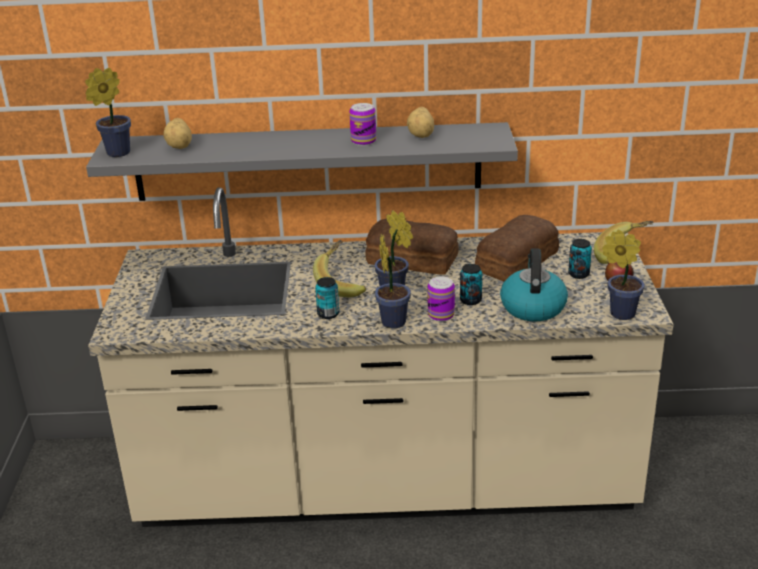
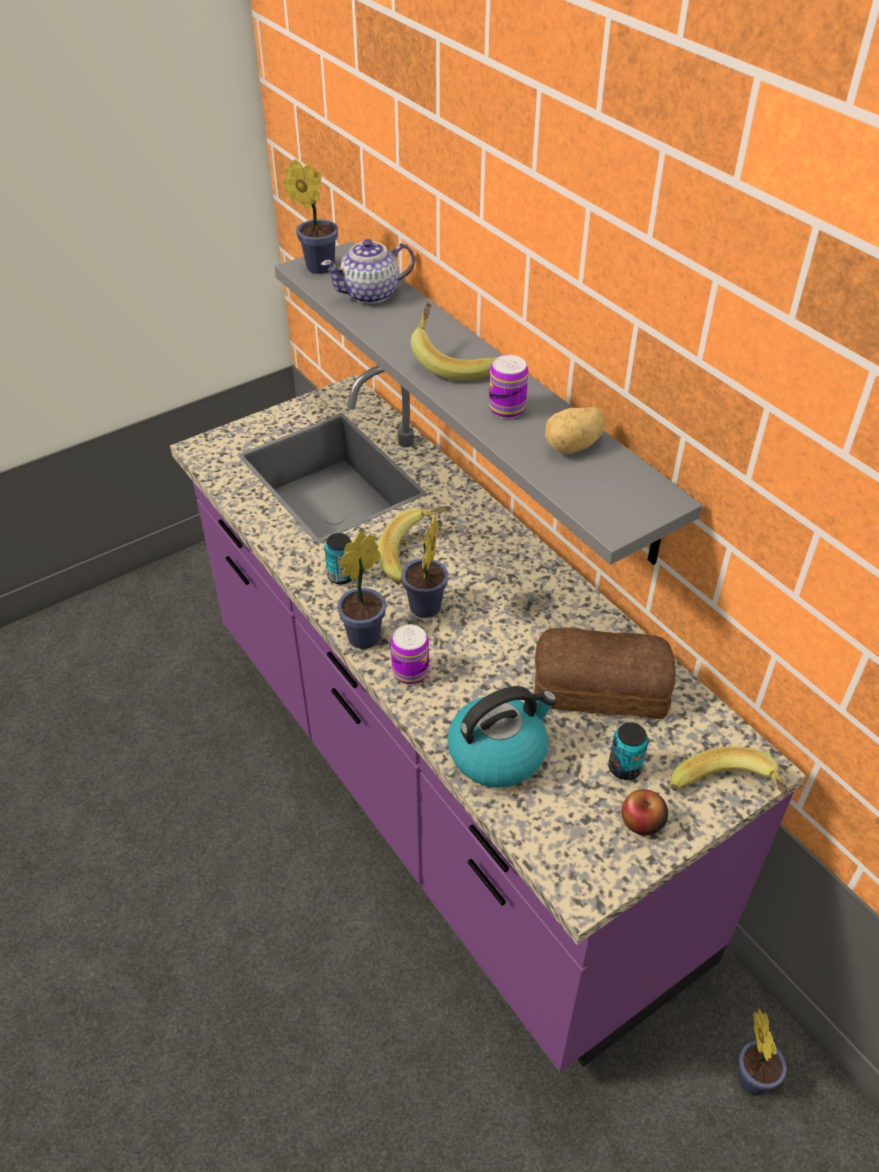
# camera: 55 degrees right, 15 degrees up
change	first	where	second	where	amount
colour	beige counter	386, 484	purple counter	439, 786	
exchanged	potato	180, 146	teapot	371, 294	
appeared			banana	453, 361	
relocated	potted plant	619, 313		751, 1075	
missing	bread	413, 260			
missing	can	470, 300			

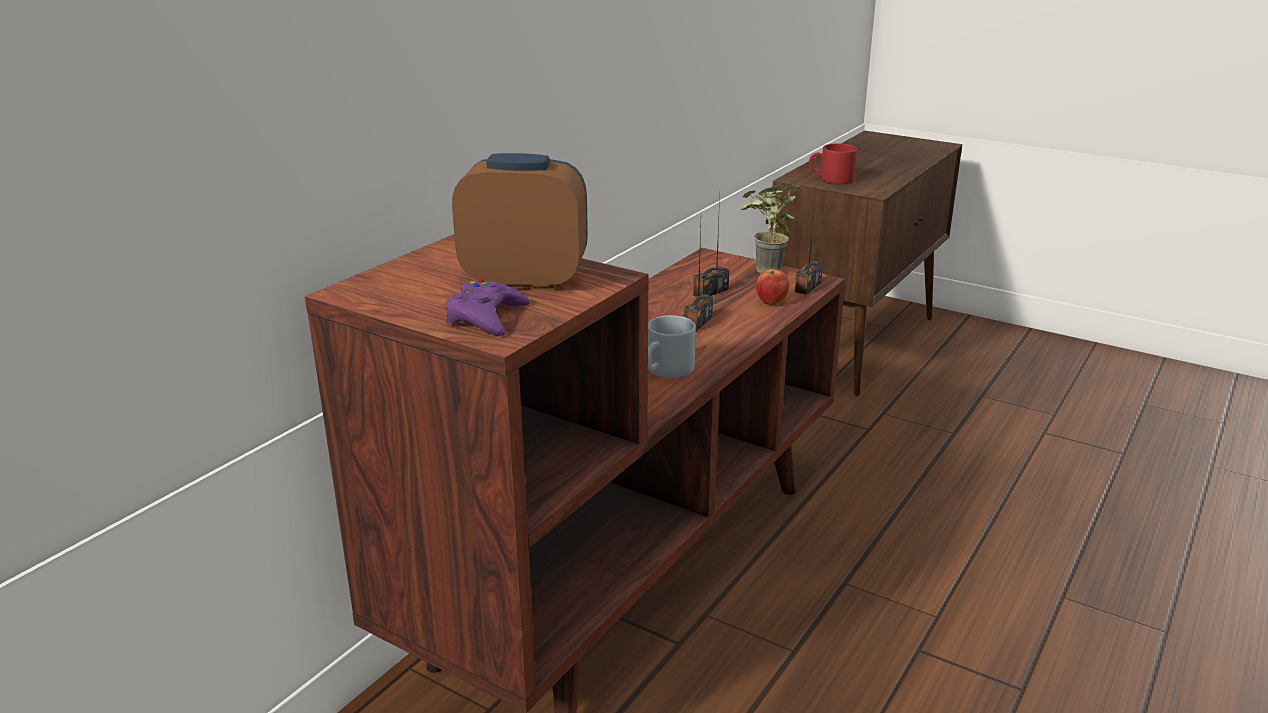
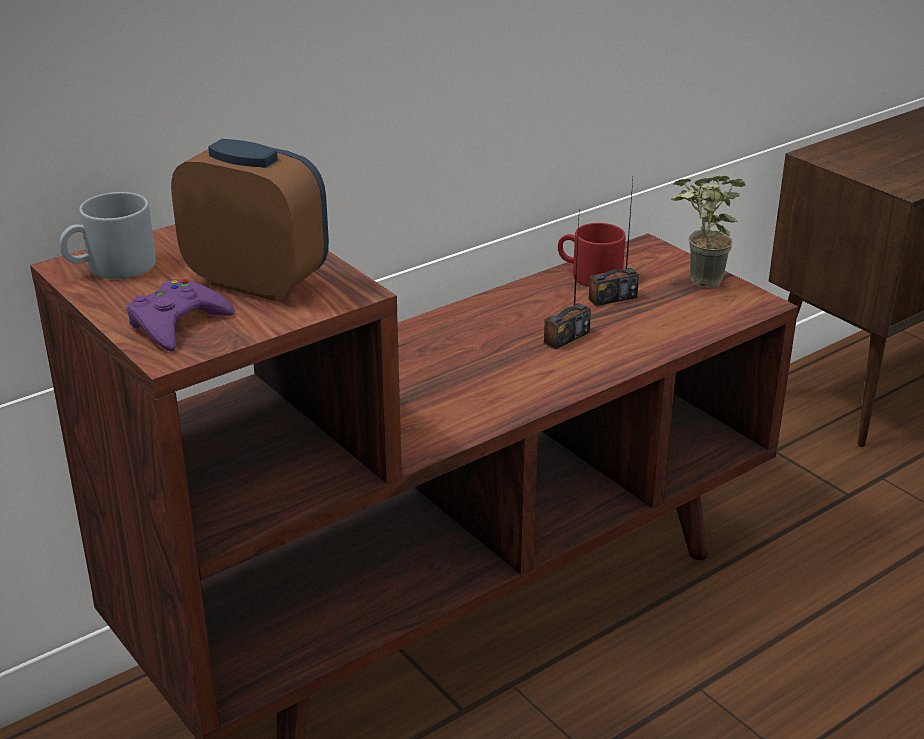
# camera: 20 degrees right, 5 degrees up
change	first	where	second	where	amount
relocated	grey mug	666, 371		111, 268	
relocated	red mug	831, 179		588, 275	
missing	apple	771, 302			
missing	radio	807, 287			

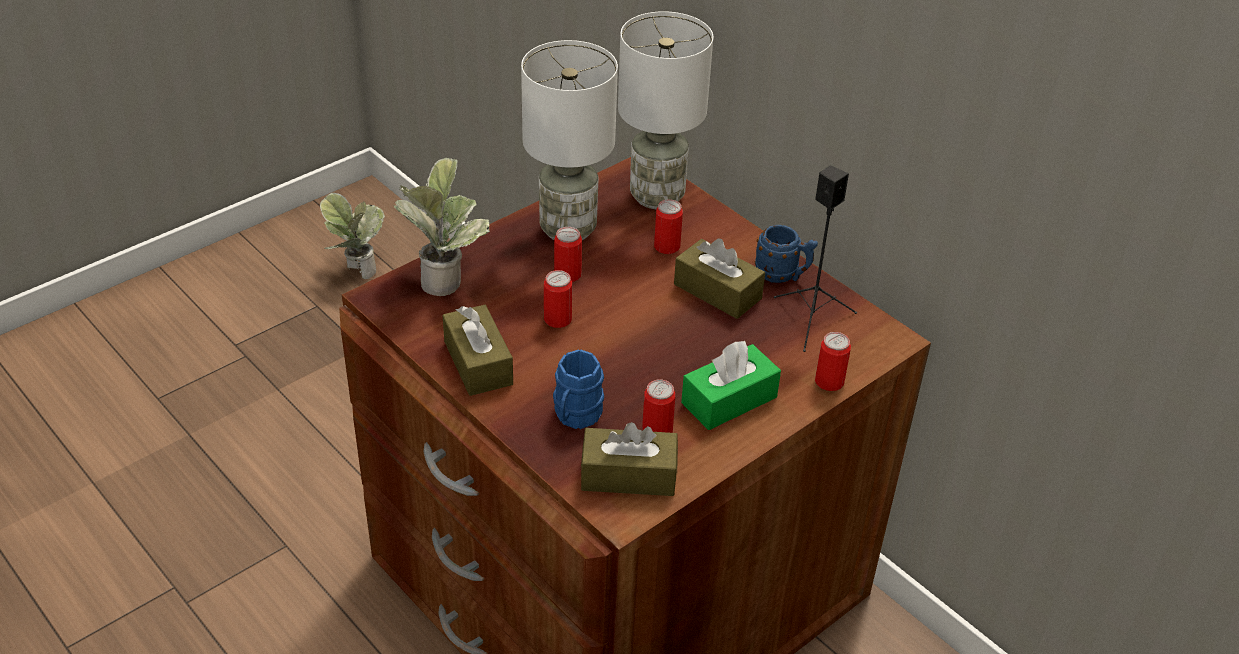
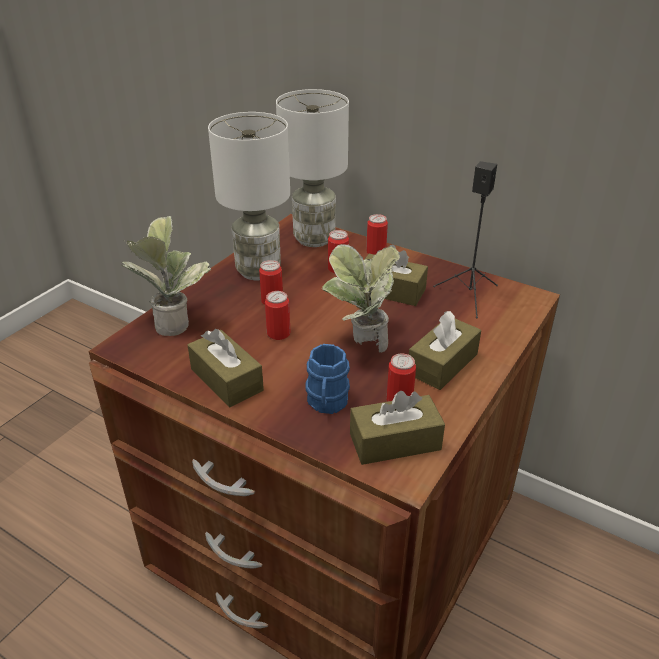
# camera: 15 degrees left, 5 degrees down
change	first	where	second	where	amount
relocated	potted plant	355, 270		361, 344	
relocated	can	829, 382		376, 252	
colour	green tissue box	729, 400	brown tissue box	442, 364	
missing	blue mug	782, 275			

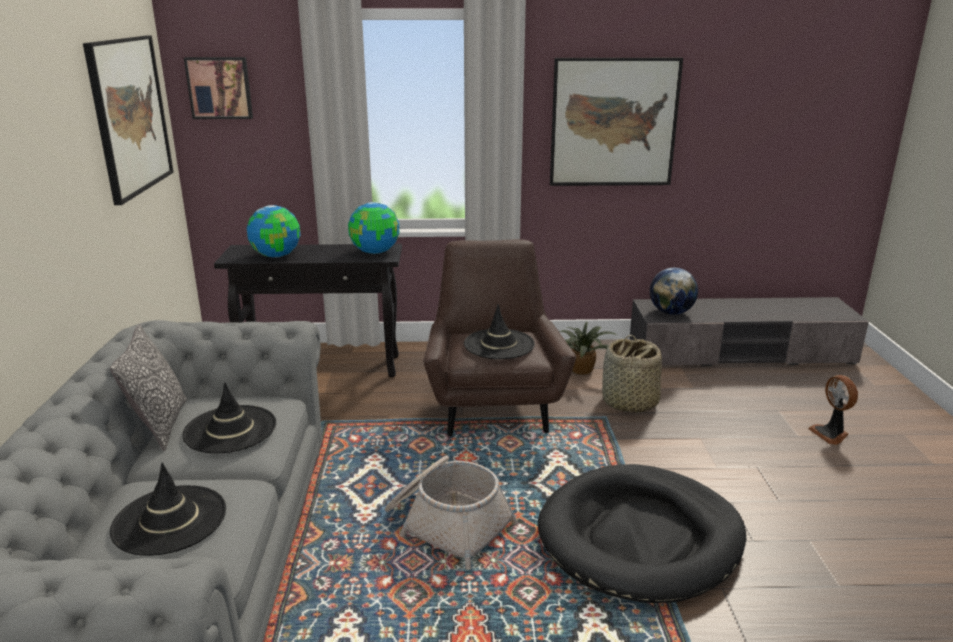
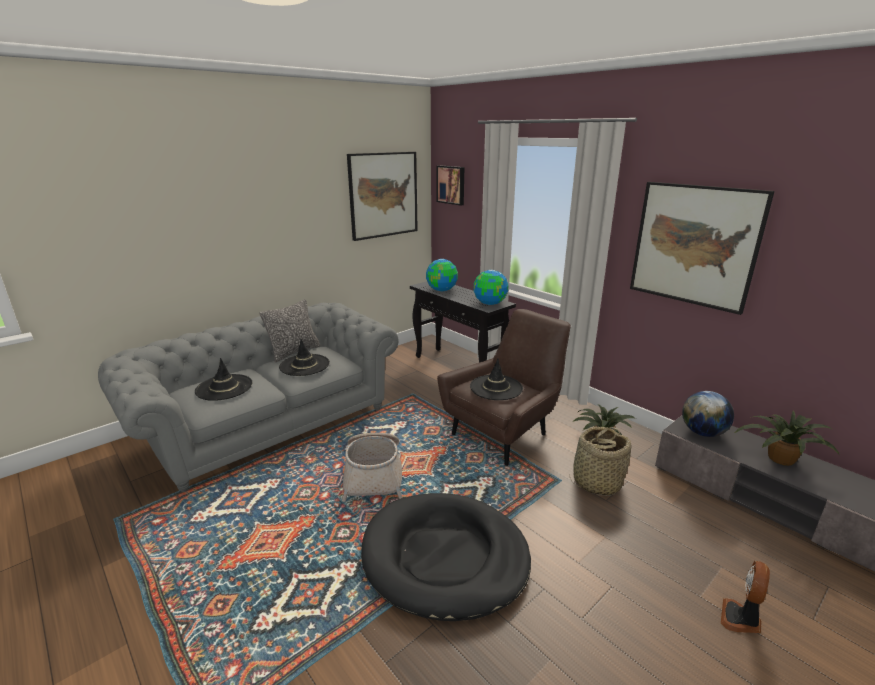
# camera: 50 degrees right, 0 degrees up
change	first	where	second	where	amount
appeared			potted plant	778, 459	

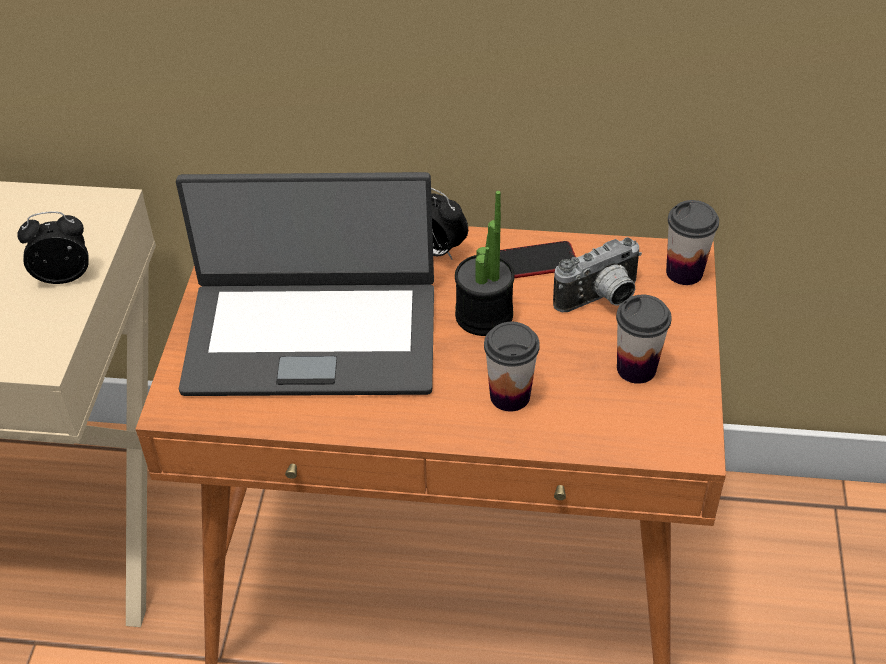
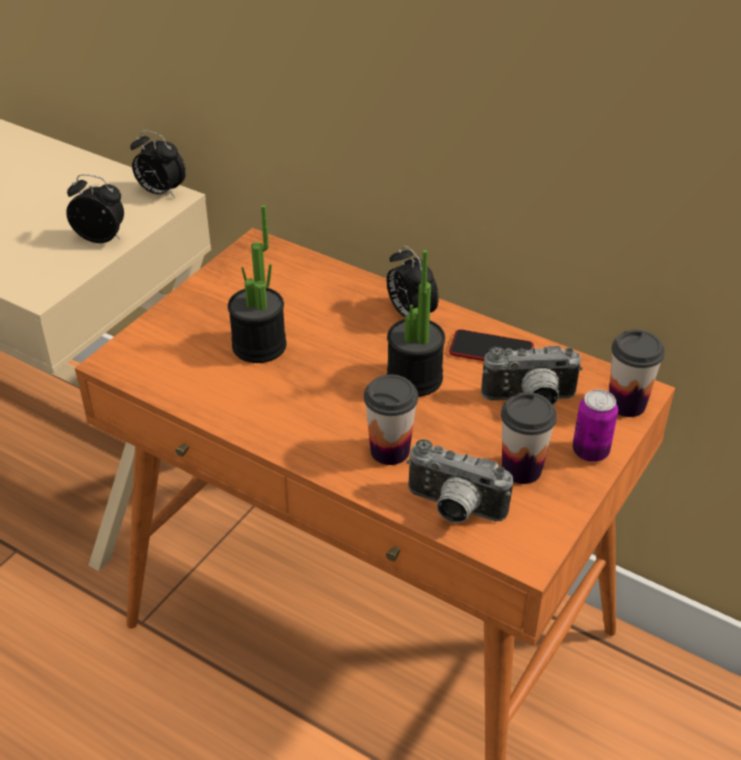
# camera: 25 degrees right, 5 degrees down
change	first	where	second	where	amount
appeared			alarm clock	160, 192	
exchanged	laptop	312, 336	potted plant	259, 346	
appeared			photo camera	453, 509	
appeared			can	590, 452	

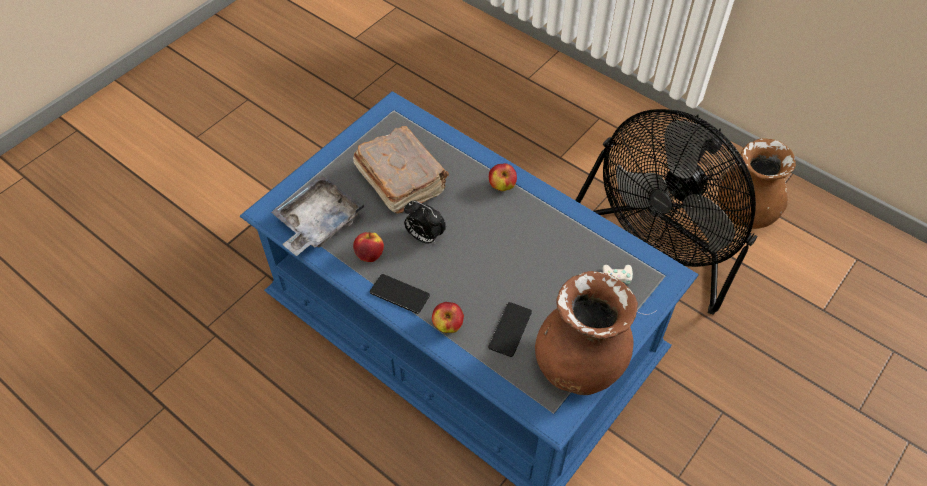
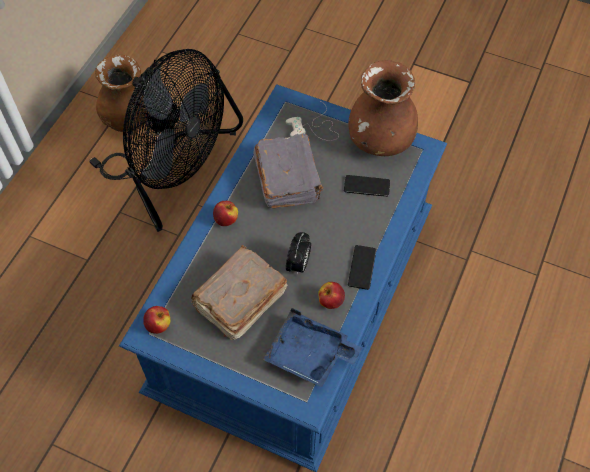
# camera: 105 degrees left, 5 degrees up
change	first	where	second	where	amount
relocated	apple	448, 325		159, 325	
appeared			grey book	288, 178	
colour	grey tray	318, 223	blue tray	309, 355	

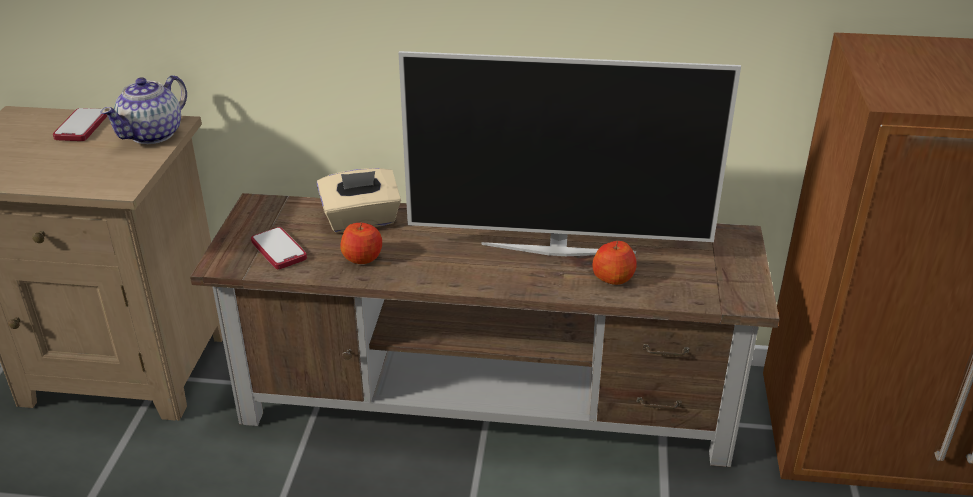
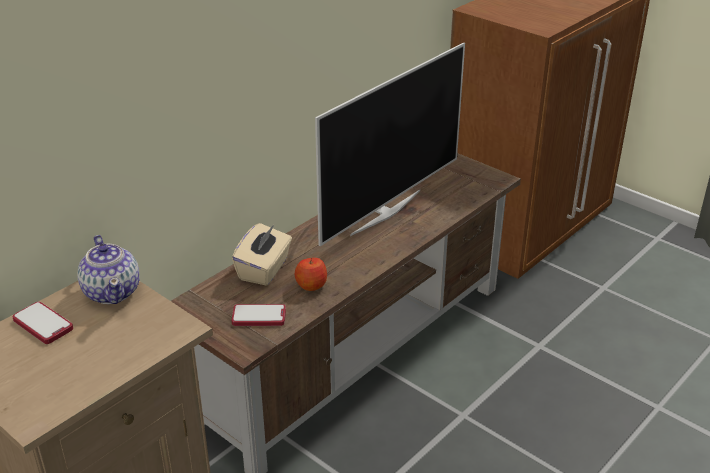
# camera: 55 degrees left, 0 degrees up
change	first	where	second	where	amount
missing	apple	613, 277			

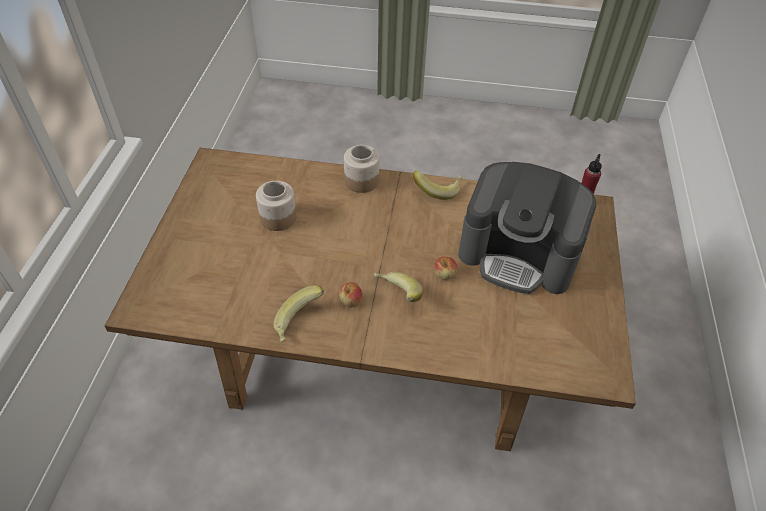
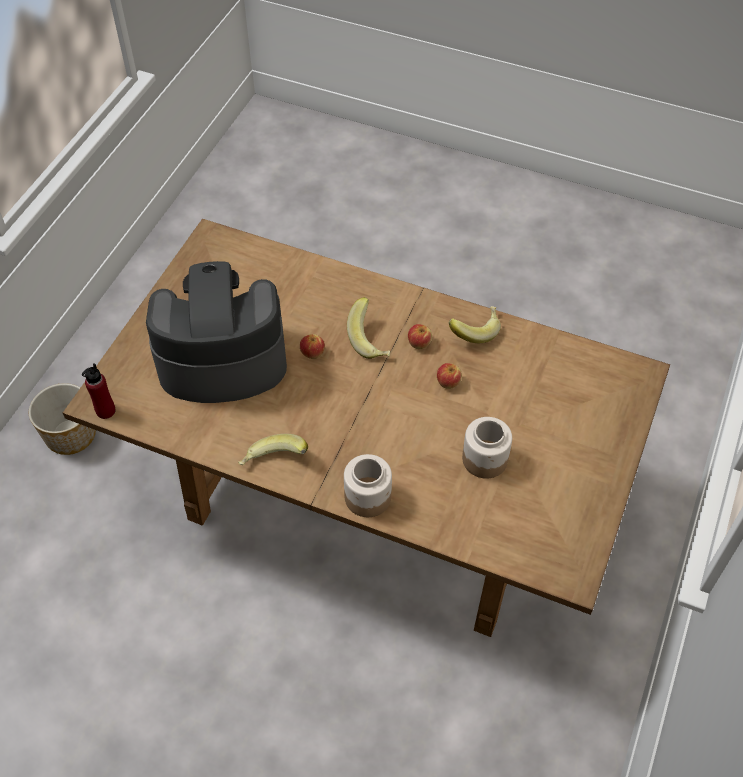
# camera: 165 degrees left, 5 degrees up
change	first	where	second	where	amount
appeared			planter	70, 434	
spun	coffee machine	519, 254		221, 360	45 degrees counterclockwise
appeared			apple	448, 382	

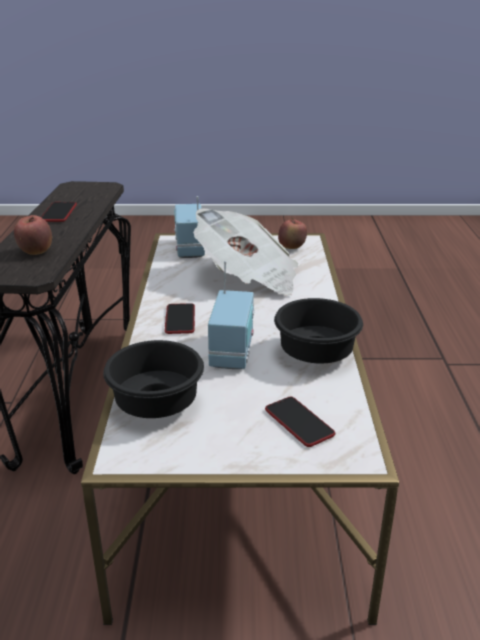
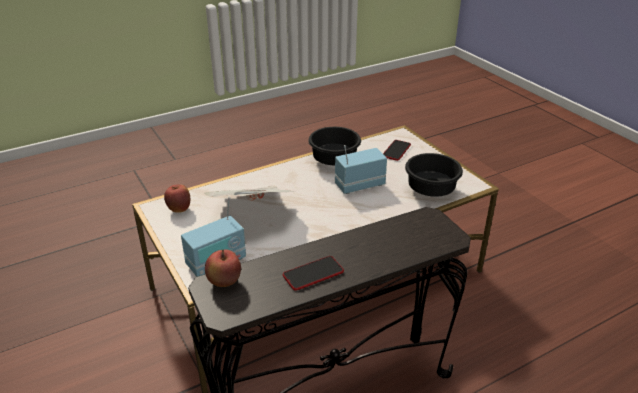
# camera: 120 degrees left, 5 degrees up
change	first	where	second	where	amount
relocated	apple	36, 252		224, 282	
missing	phone	180, 319			

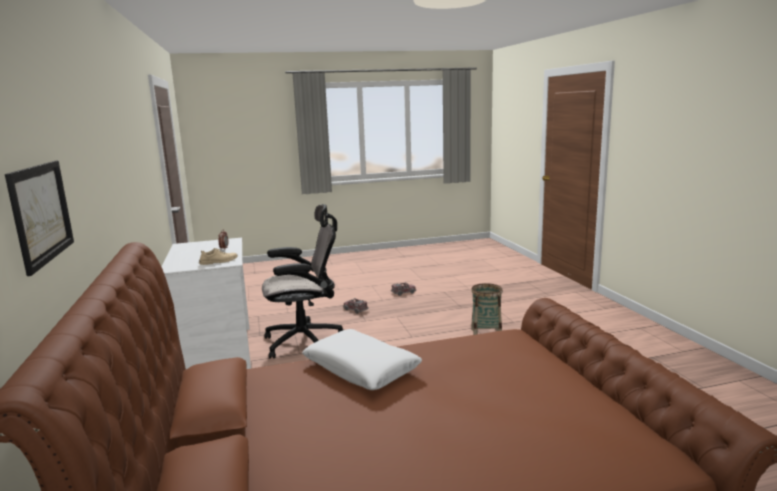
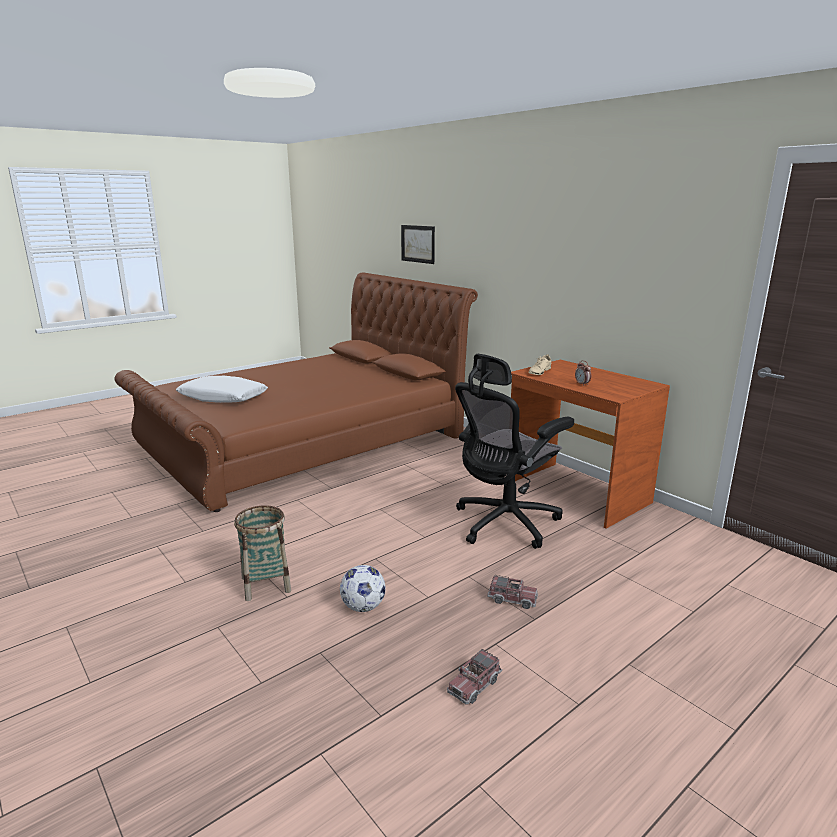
# camera: 155 degrees right, 5 degrees up
change	first	where	second	where	amount
relocated	white pillow	361, 369		223, 398	
appeared			football	363, 607	
colour	white desk	217, 353	brown desk	575, 493	

